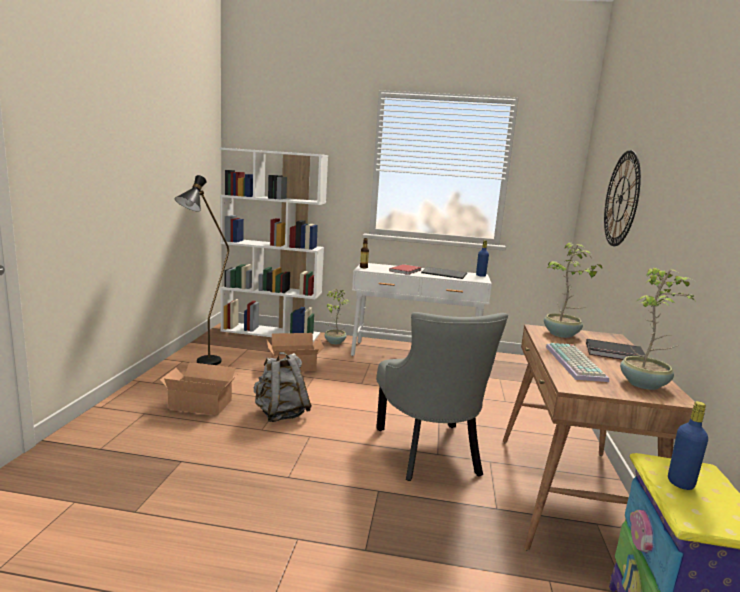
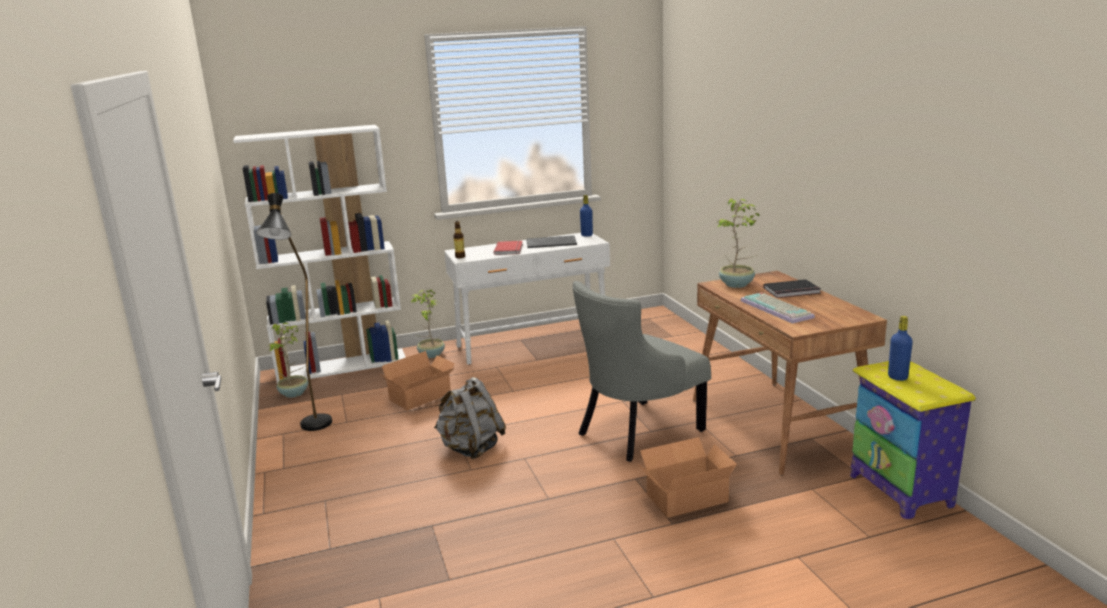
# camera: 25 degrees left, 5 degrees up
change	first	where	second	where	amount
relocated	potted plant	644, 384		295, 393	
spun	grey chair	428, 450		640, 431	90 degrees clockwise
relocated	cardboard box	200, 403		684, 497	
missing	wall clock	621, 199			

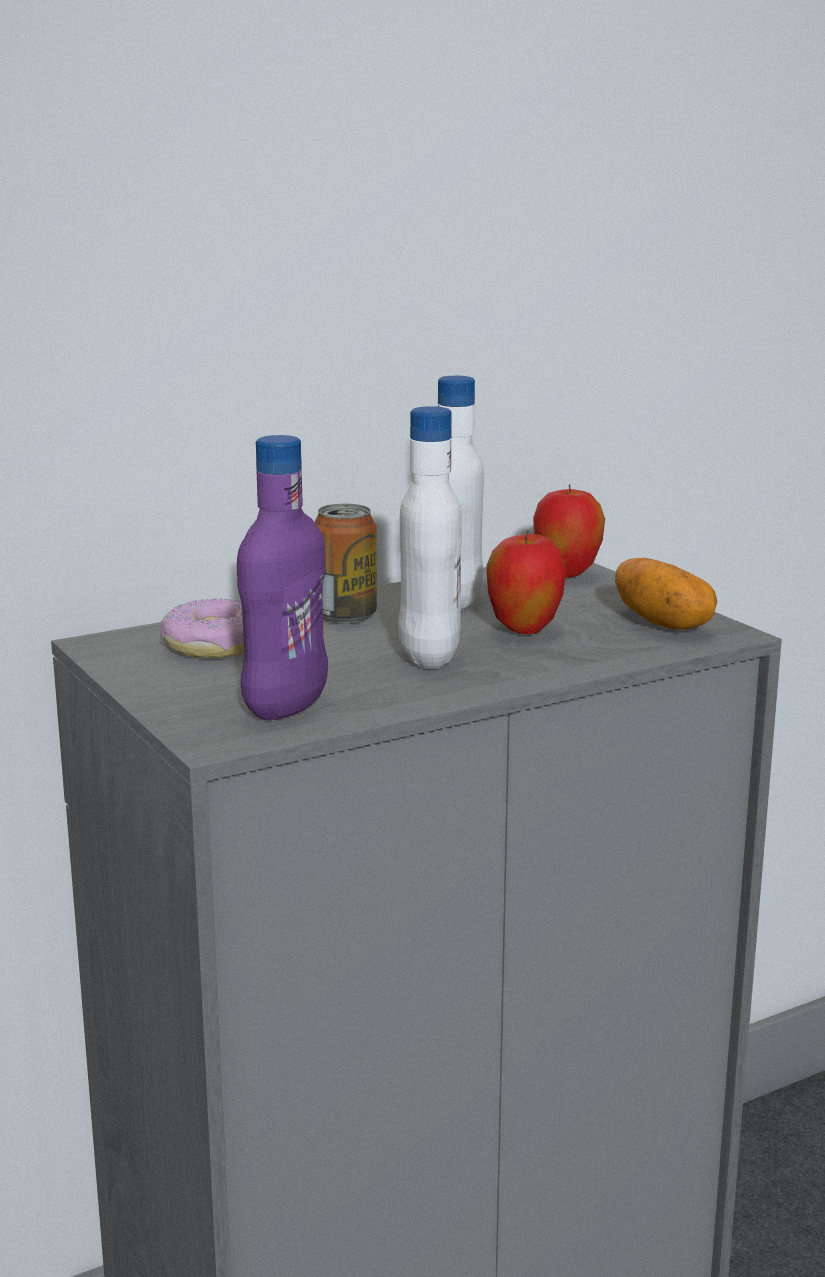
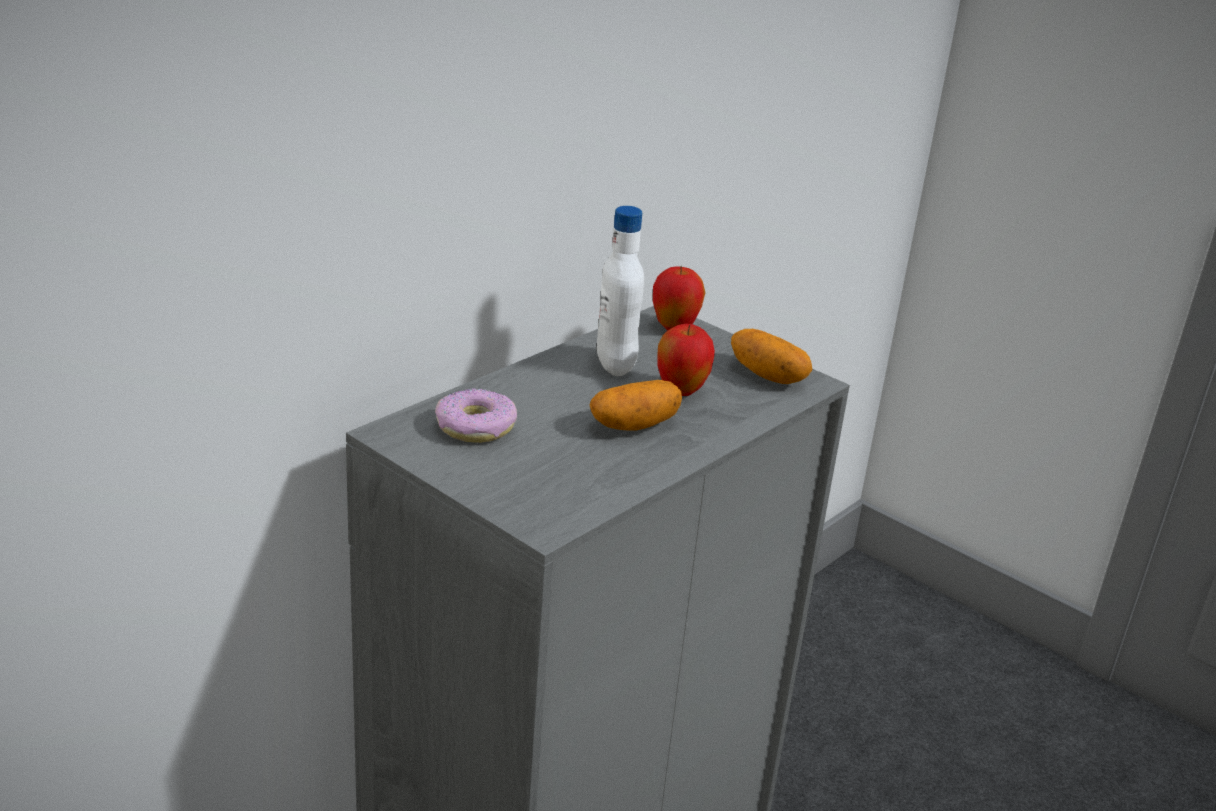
# camera: 20 degrees left, 10 degrees up
change	first	where	second	where	amount
exchanged	white bottle	429, 657	potato	634, 425	
missing	purple bottle	285, 707			
missing	can	345, 616			

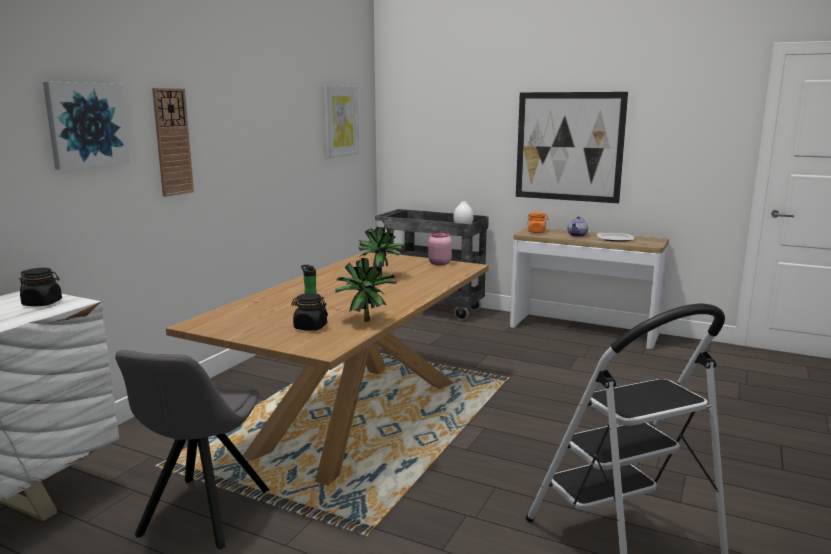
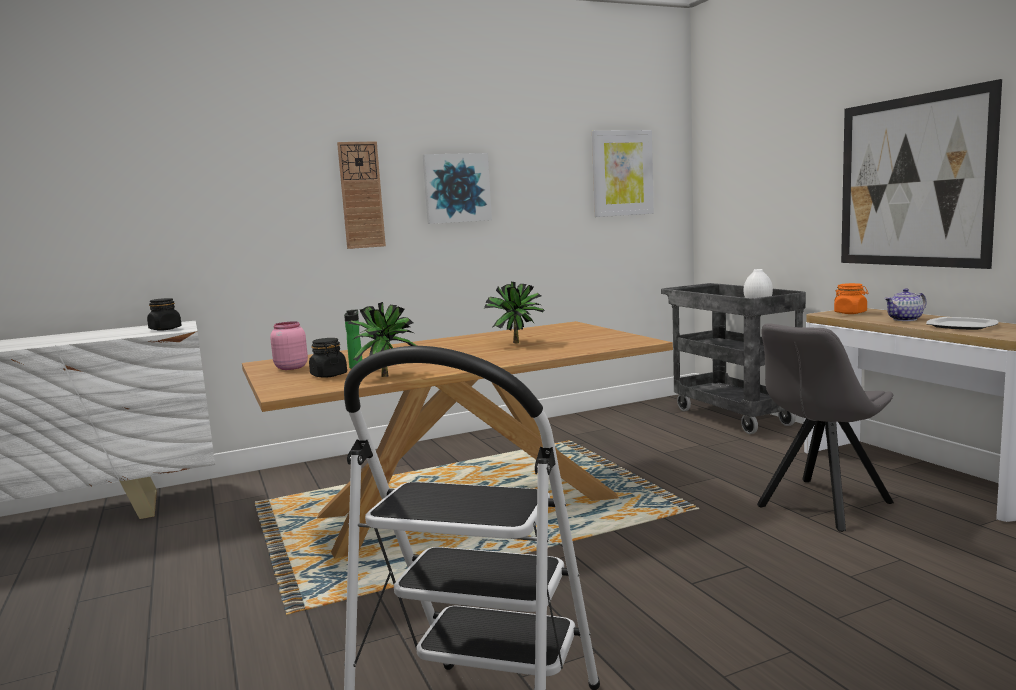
# camera: 40 degrees right, 5 degrees down
change	first	where	second	where	amount
relocated	pink jar	439, 263		290, 368	
relocated	picture	86, 124		456, 188	
relocated	grey chair	204, 512		822, 504	

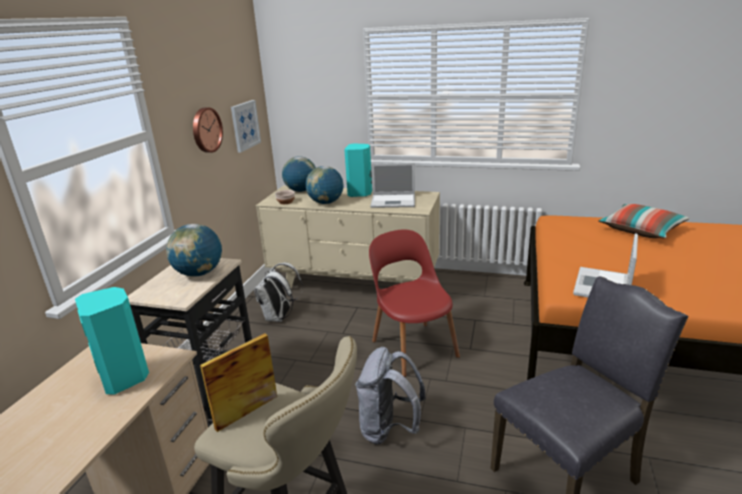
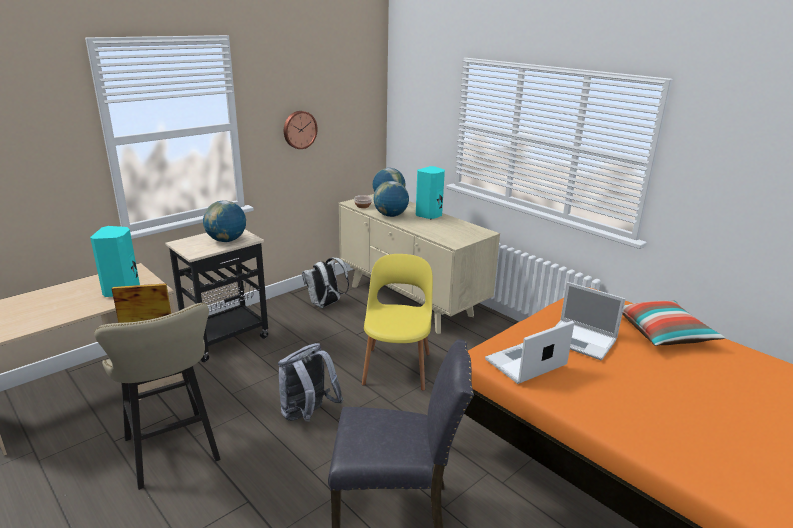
# camera: 30 degrees right, 0 degrees up
change	first	where	second	where	amount
colour	red chair	413, 346	yellow chair	397, 366	
relocated	laptop	394, 201		581, 340	
missing	picture	245, 125			

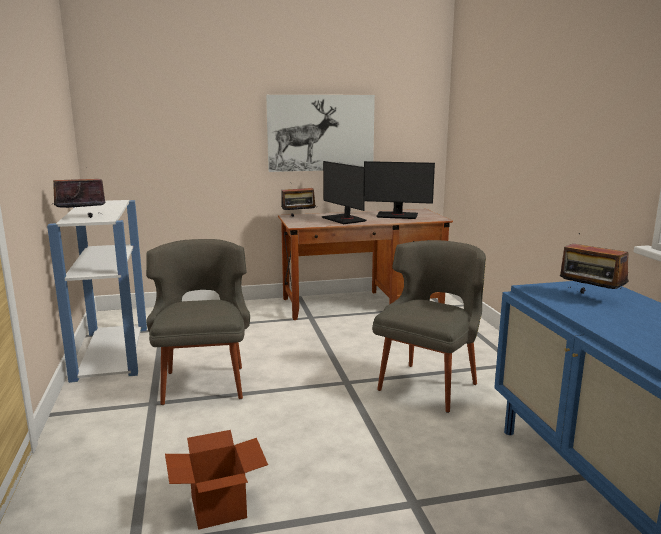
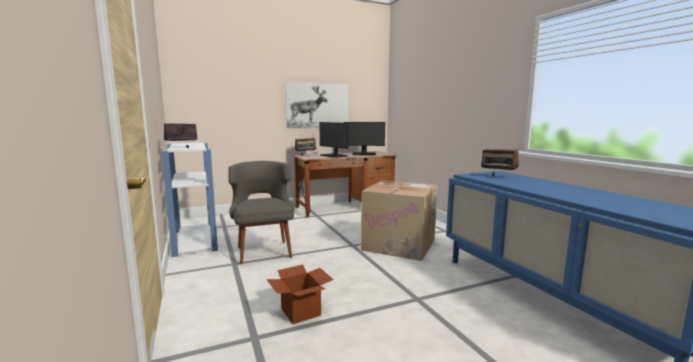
# camera: 10 degrees left, 5 degrees down
change	first	where	second	where	amount
exchanged	grey chair	427, 387	cardboard box	400, 244	

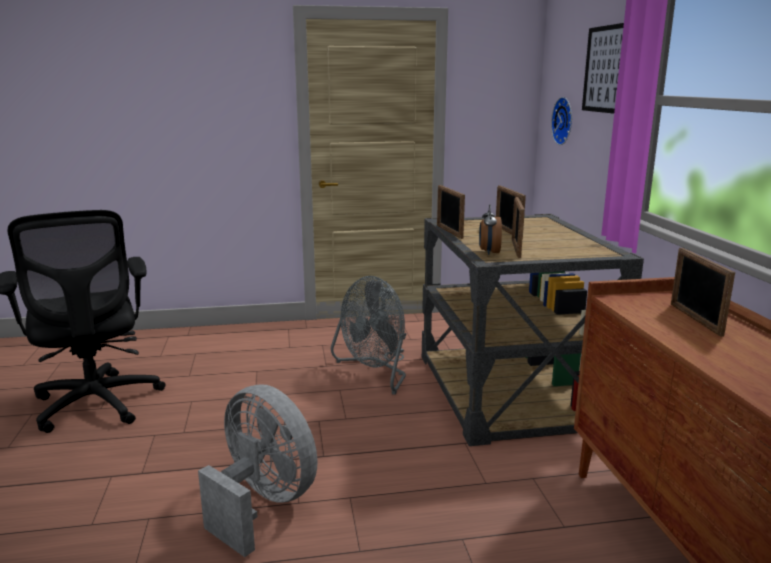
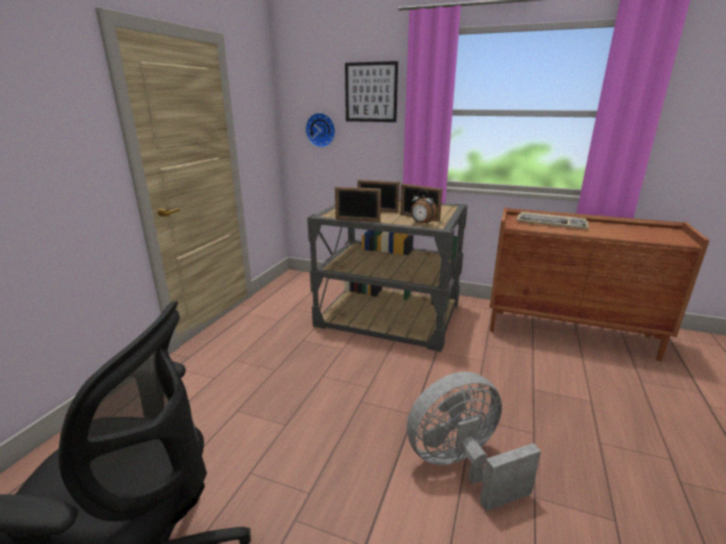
# camera: 60 degrees left, 5 degrees up
change	first	where	second	where	amount
exchanged	picture frame	695, 319	keyboard	551, 223	
missing	grey fan	377, 370			

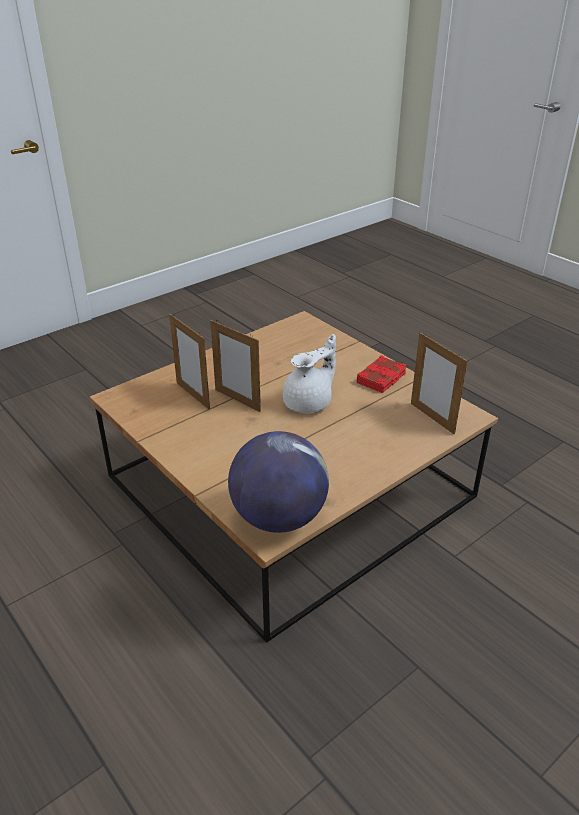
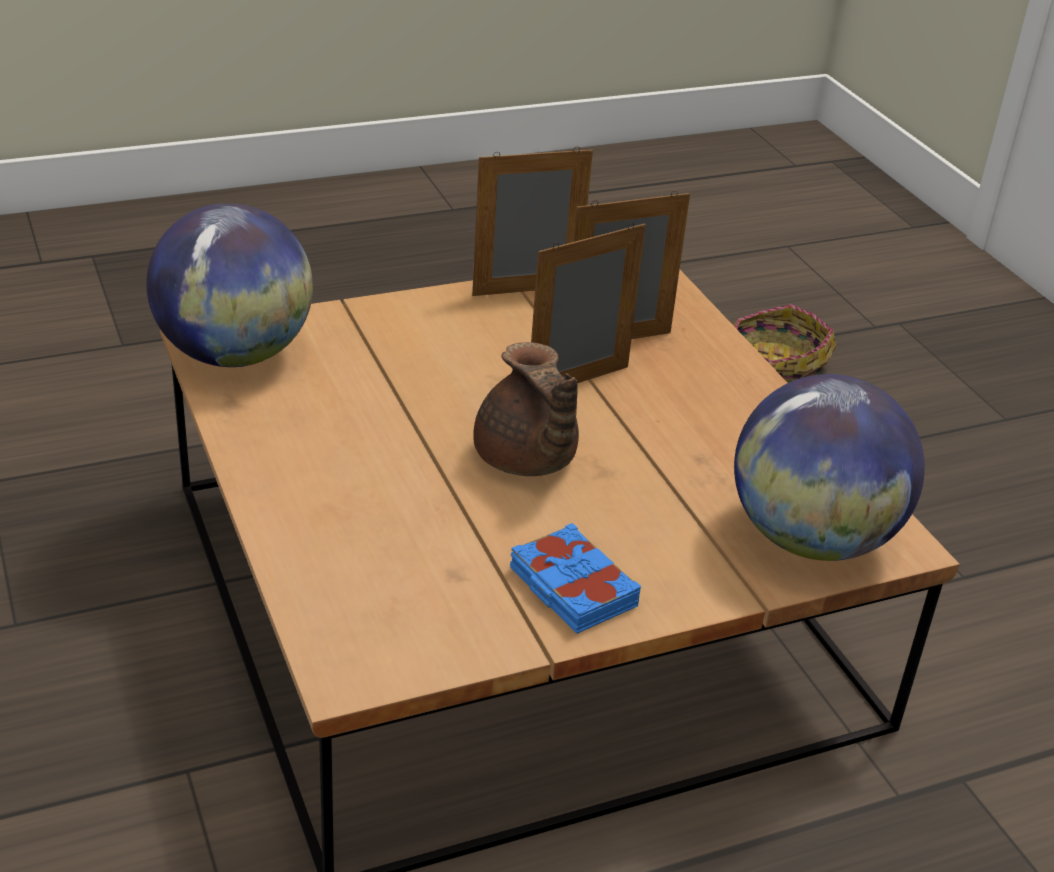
# camera: 105 degrees right, 0 degrees up
change	first	where	second	where	amount
relocated	picture frame	432, 418		526, 290	
colour	white teapot	309, 403	brown teapot	526, 460	
colour	red book	381, 378	blue book	571, 588	
appeared			basket	773, 363	
appeared			globe	812, 539	

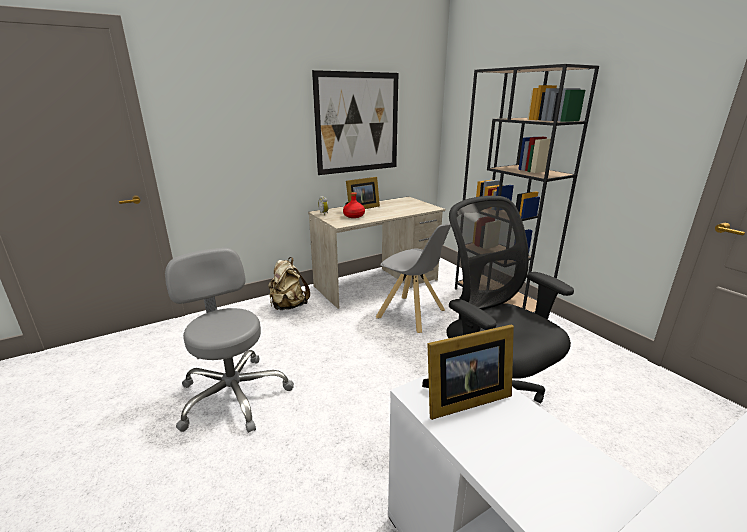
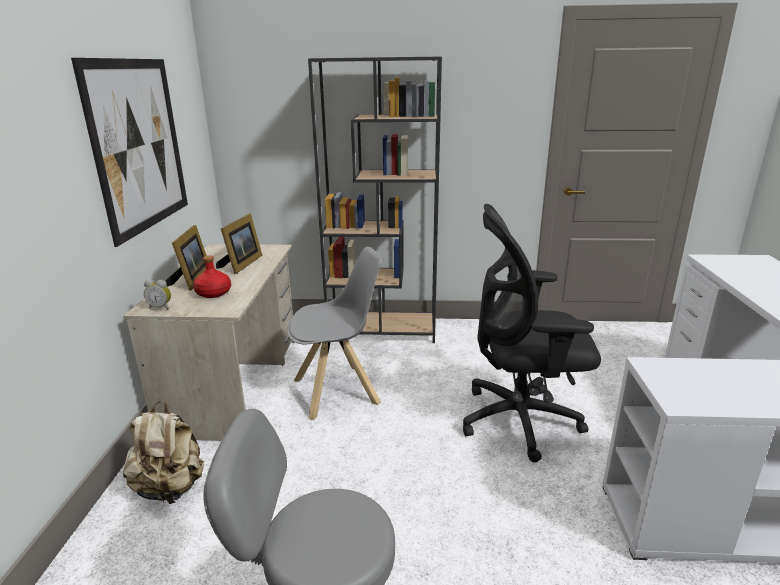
# camera: 55 degrees left, 0 degrees up
change	first	where	second	where	amount
relocated	picture frame	462, 399		241, 264	

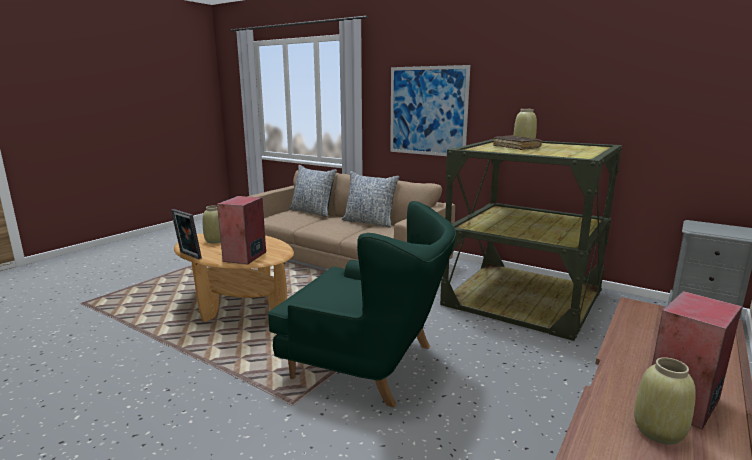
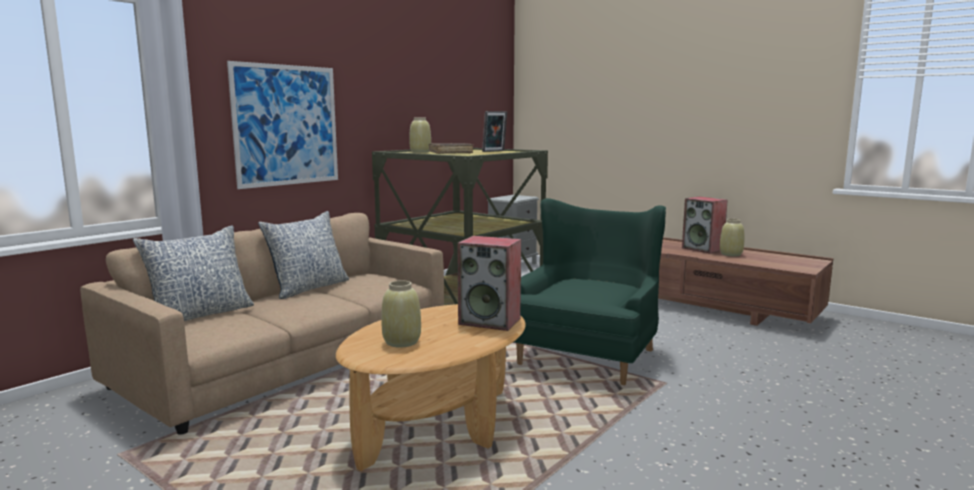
# camera: 85 degrees left, 5 degrees down
change	first	where	second	where	amount
relocated	picture frame	188, 256		494, 151	

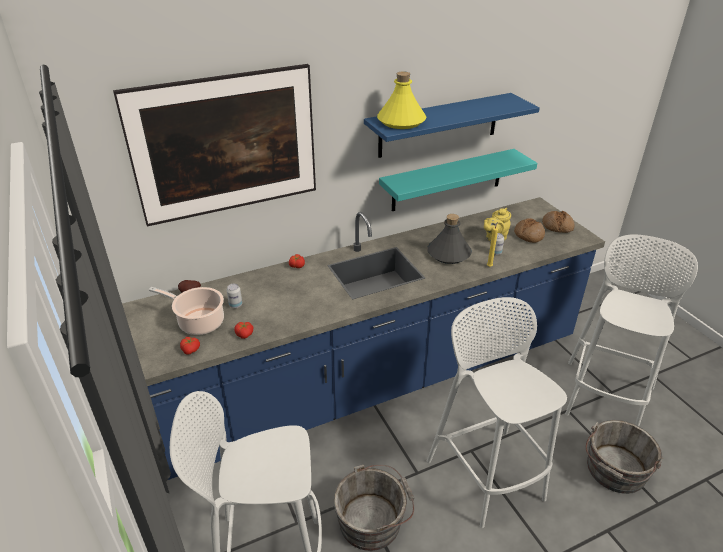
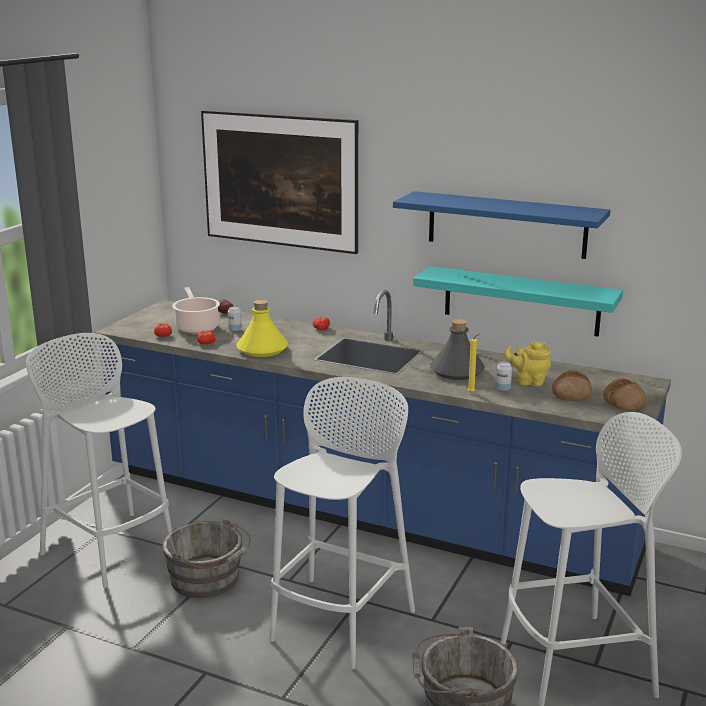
# camera: 50 degrees right, 15 degrees down
change	first	where	second	where	amount
relocated	yellow bottle	401, 121		262, 349	

